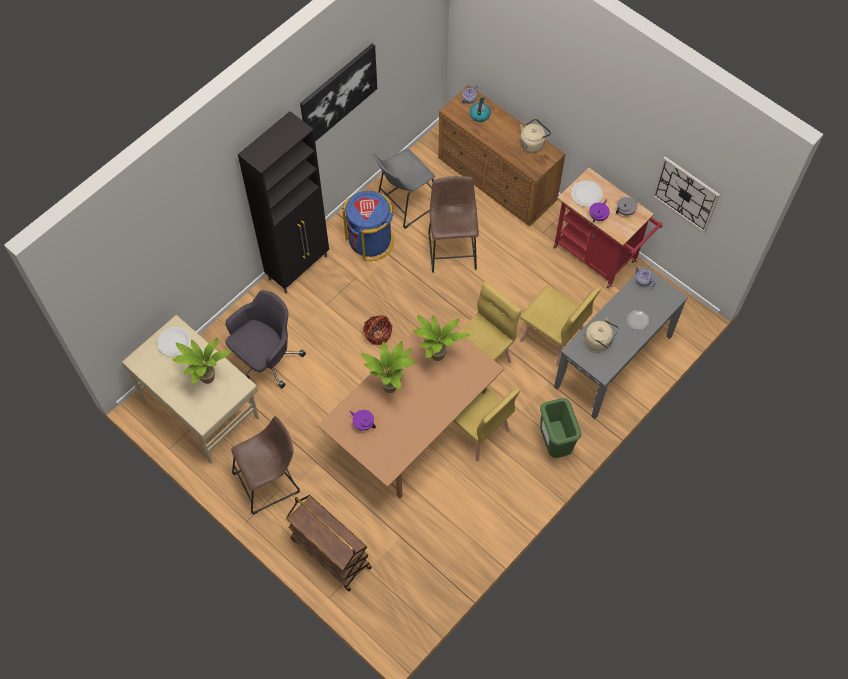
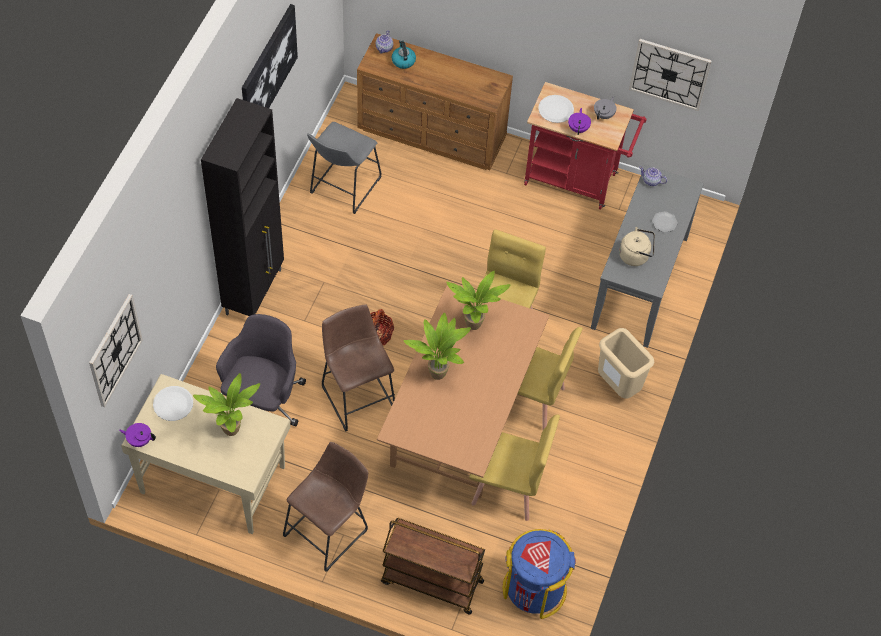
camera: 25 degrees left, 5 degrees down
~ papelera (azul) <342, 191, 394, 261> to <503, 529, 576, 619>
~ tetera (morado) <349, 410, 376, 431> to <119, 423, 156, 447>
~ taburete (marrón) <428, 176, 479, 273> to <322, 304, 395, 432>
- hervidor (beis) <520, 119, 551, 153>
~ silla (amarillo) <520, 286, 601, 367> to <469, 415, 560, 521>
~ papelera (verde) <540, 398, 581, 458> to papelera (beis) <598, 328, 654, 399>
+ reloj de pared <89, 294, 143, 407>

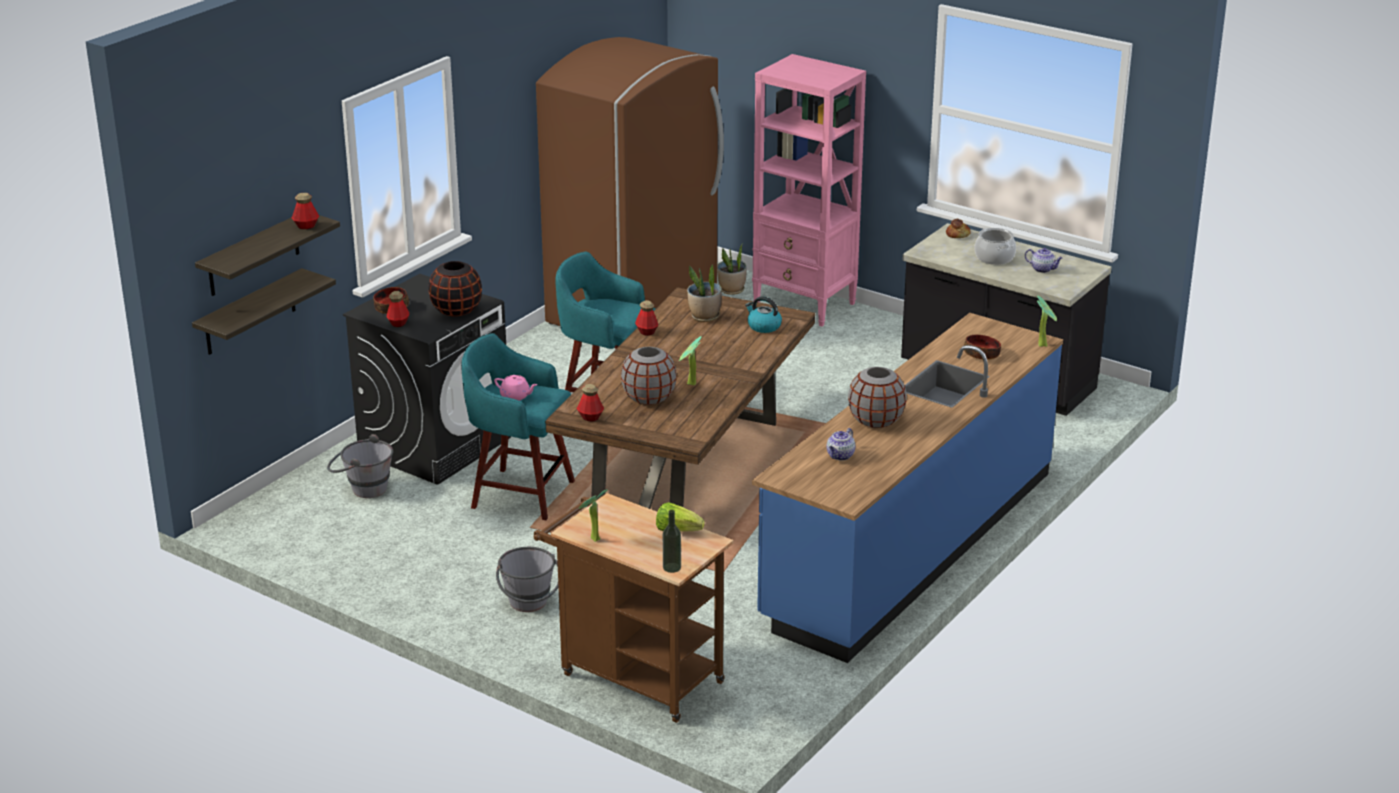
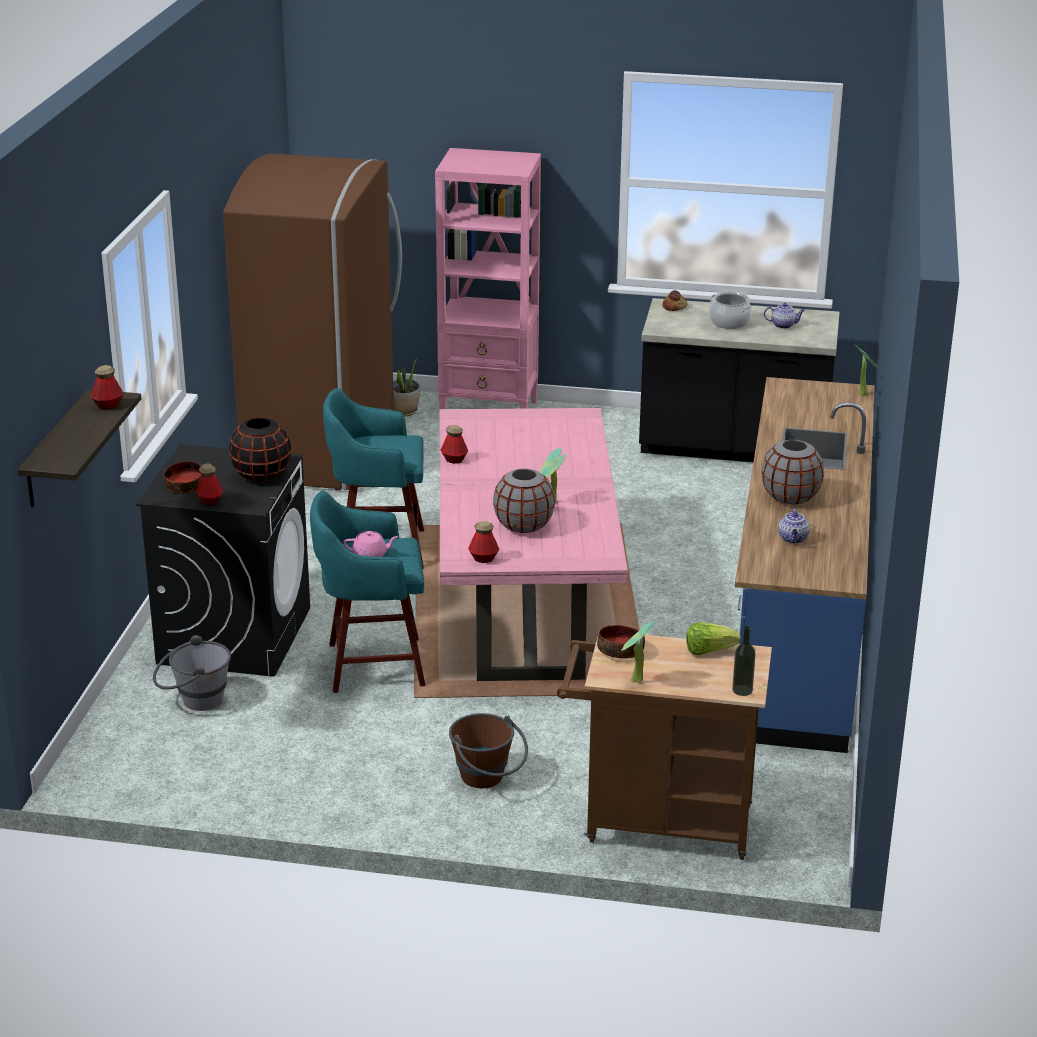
camera: 25 degrees left, 0 degrees up
- estante <192, 268, 336, 355>
~ cubo (gris) <496, 547, 559, 612> to cubo (marrón) <449, 713, 528, 788>
~ mesa de comedor (marrón) <545, 287, 815, 509> to mesa de comedor (rosa) <440, 408, 628, 681>
- planta en maceta <687, 264, 722, 322>
- hervidor <745, 296, 782, 333>
~ cuenco <964, 335, 1001, 360> to <597, 625, 645, 659>

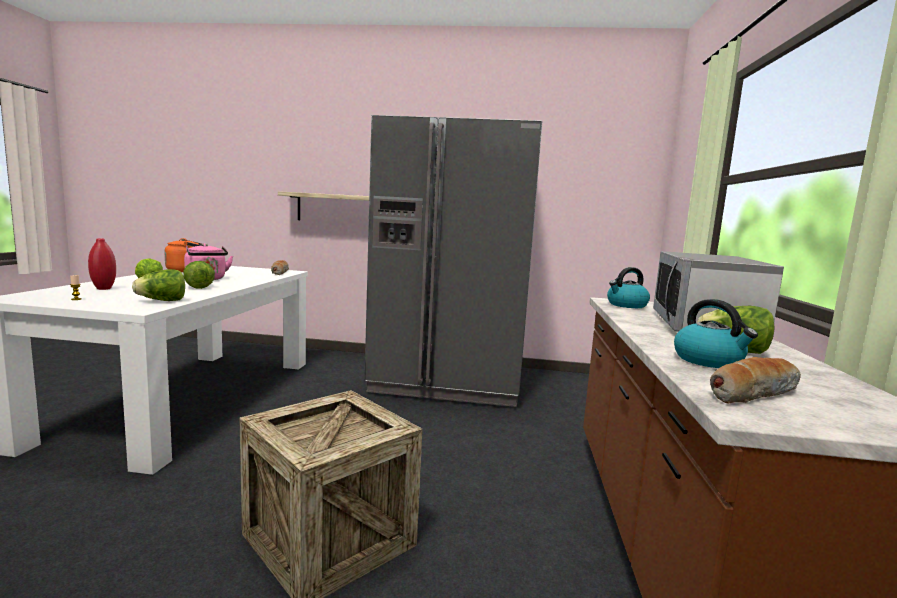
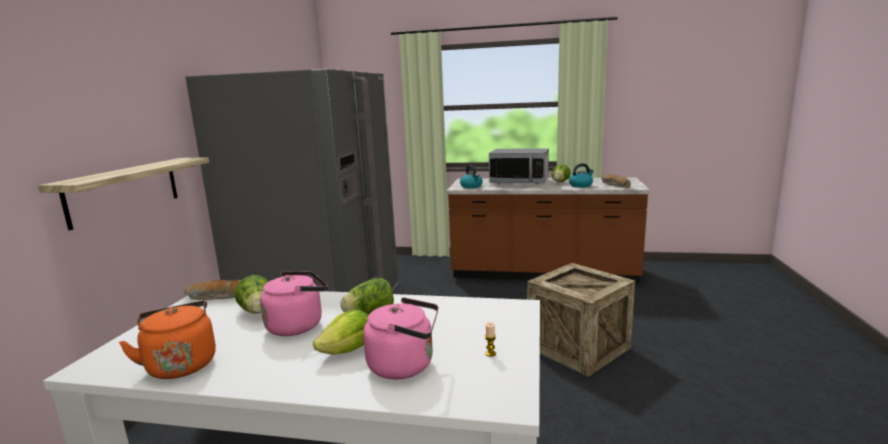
camera: 85 degrees left, 5 degrees up
~ florero (rojo) <88, 239, 116, 290> to hervidor (rosa) <363, 297, 438, 380>
~ lechuga <132, 269, 185, 301> to <234, 275, 268, 313>

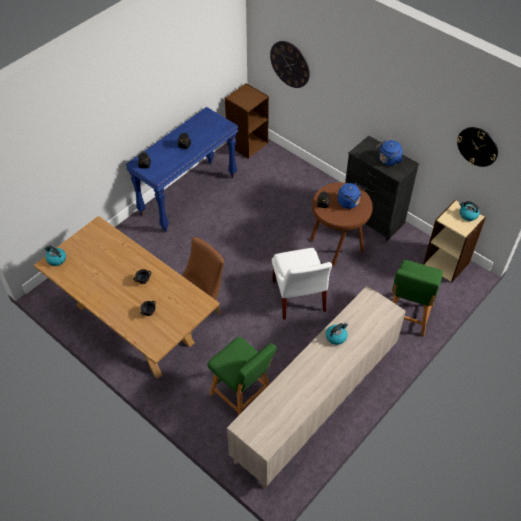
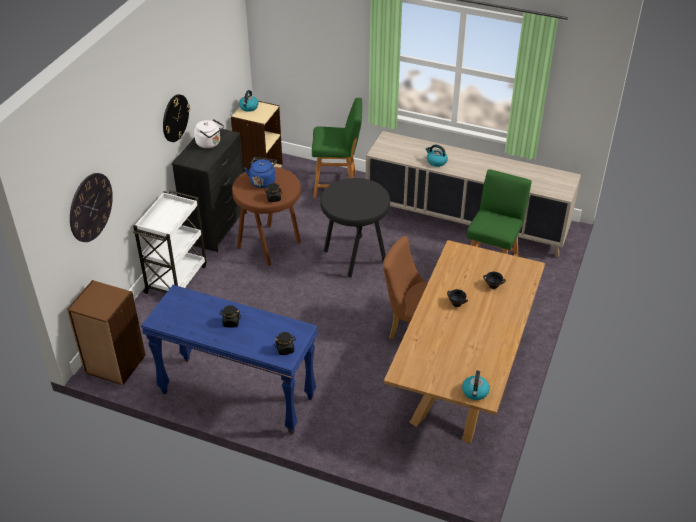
camera: 110 degrees left, 10 degrees down
~ silla (blanco) <272, 248, 332, 320> to taburete (negro) <320, 178, 390, 278>
~ hervidor (azul) <376, 140, 403, 166> to hervidor (blanco) <194, 119, 224, 148>
~ reloj de pared <457, 127, 498, 167> to <163, 94, 190, 142>
+ carrito (blanco) <133, 190, 206, 294>

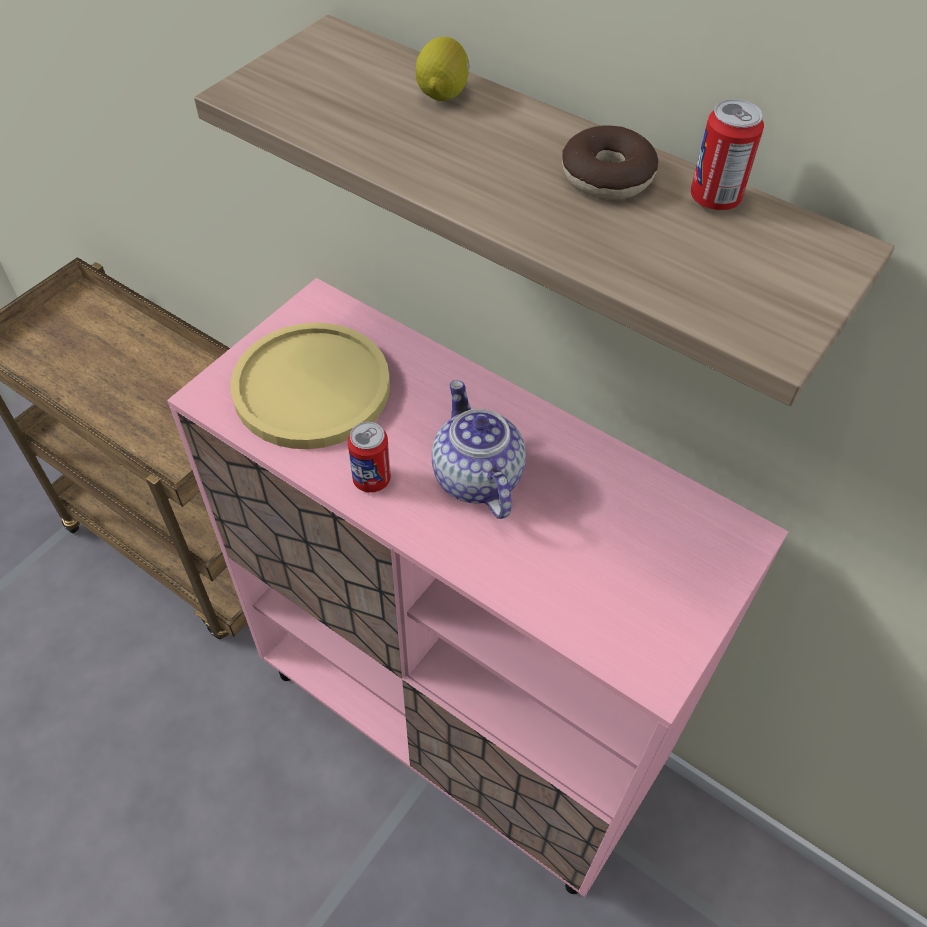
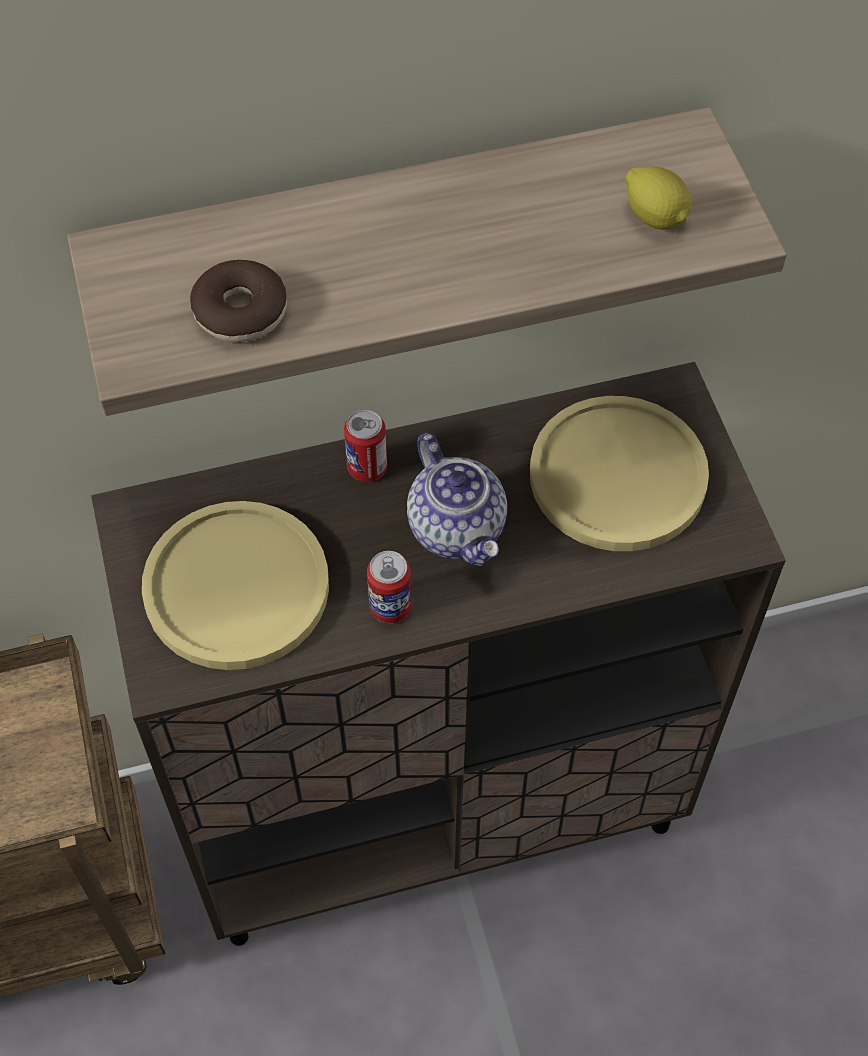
camera: 50 degrees left, 5 degrees up
~ armario (rosa) <167, 278, 789, 897> to armario (marrón) <91, 362, 786, 946>
~ limón <416, 37, 469, 101> to <626, 167, 692, 230>
~ tetera <432, 380, 526, 519> = <407, 433, 507, 566> 135 degrees counterclockwise
~ rosquilla <562, 125, 658, 200> to <190, 260, 287, 342>
~ lata <690, 99, 764, 210> to <344, 410, 387, 481>
+ plato (amarillo) <530, 396, 709, 551>

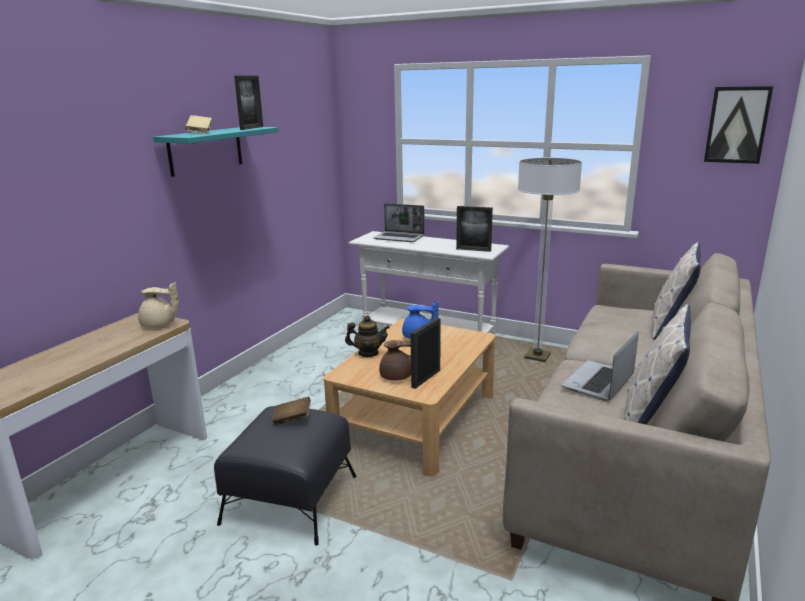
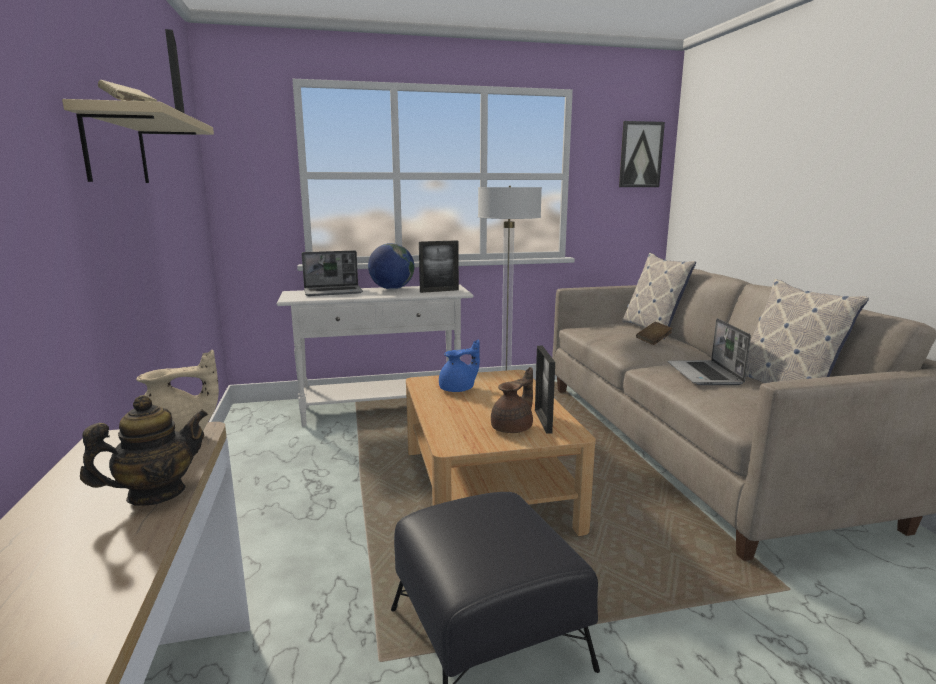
camera: 40 degrees left, 5 degrees down
~ estante (turquesa) <153, 127, 279, 177> to estante (beis) <62, 99, 214, 183>
~ libro (marrón) <272, 397, 311, 425> to <636, 322, 673, 345>
~ tetera <345, 315, 390, 357> to <80, 395, 208, 506>
+ globo terráqueo <368, 243, 414, 290>

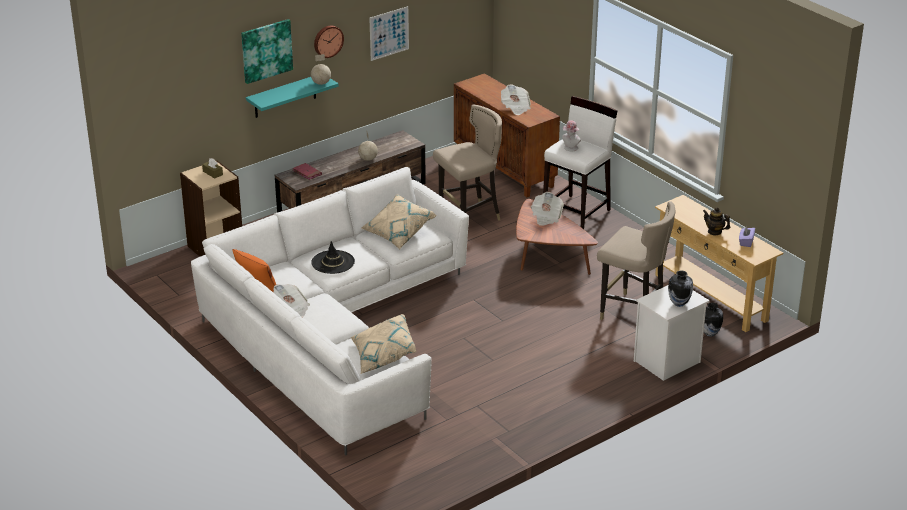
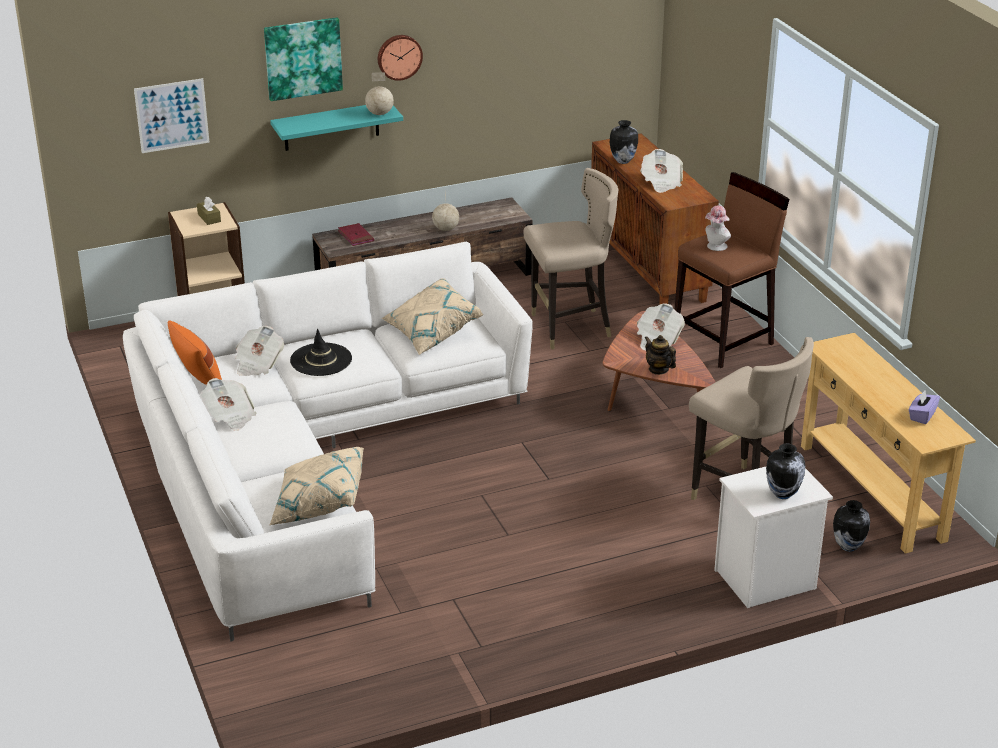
camera: 15 degrees right, 0 degrees up
~ cuadro <369, 6, 409, 61> to <134, 78, 210, 153>
~ taburete (blanco) <543, 96, 618, 229> to taburete (marrón) <675, 172, 789, 368>
~ tetera <703, 207, 730, 235> to <645, 335, 676, 375>
+ periódico <235, 326, 284, 376>
+ florero <610, 120, 638, 164>

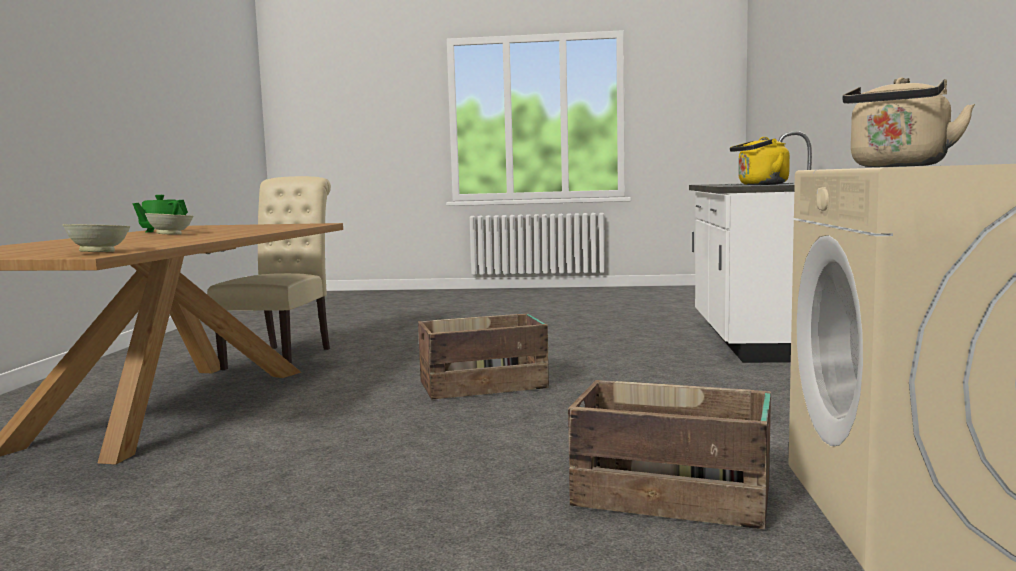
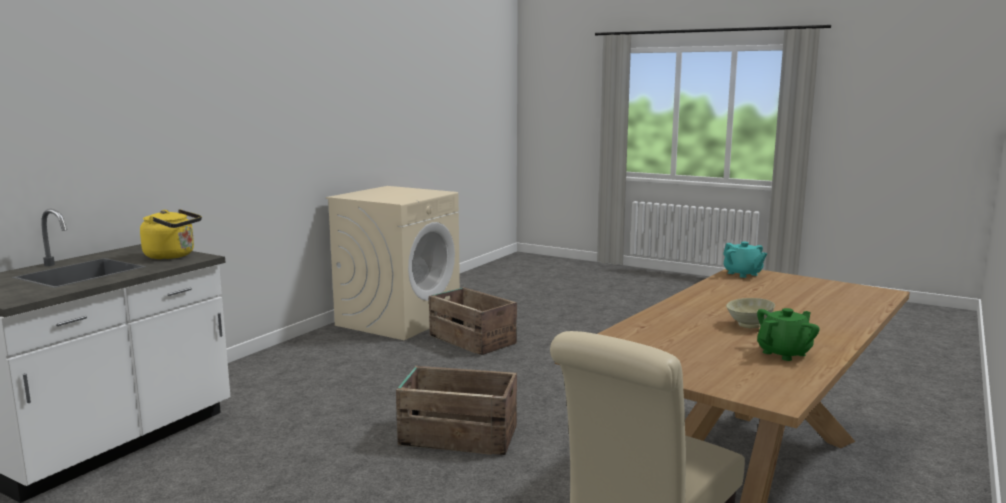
camera: 155 degrees left, 5 degrees up
~ cuenco (beis) <63, 224, 131, 252> to tetera (turquesa) <723, 242, 767, 278>
- hervidor (beis) <842, 78, 975, 167>

